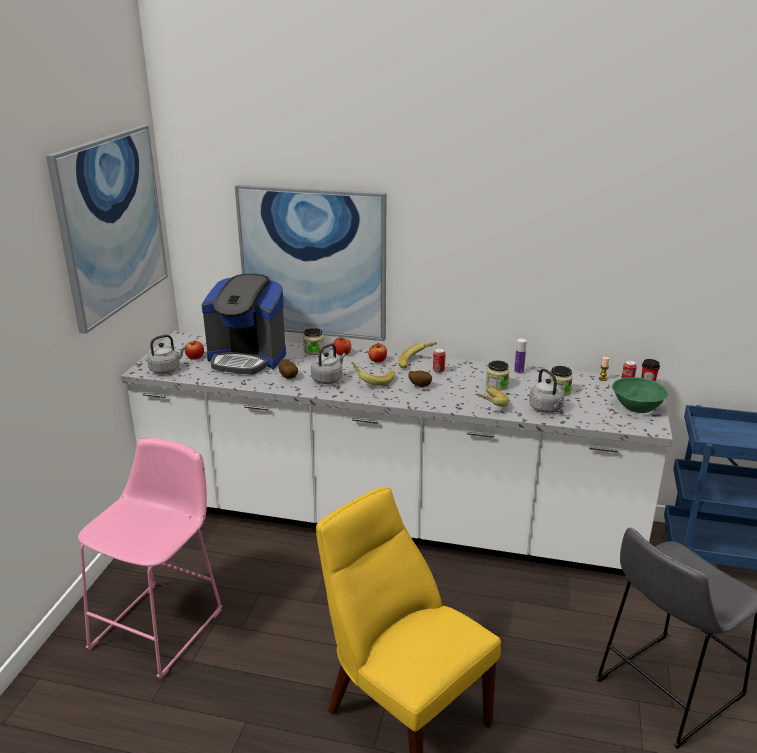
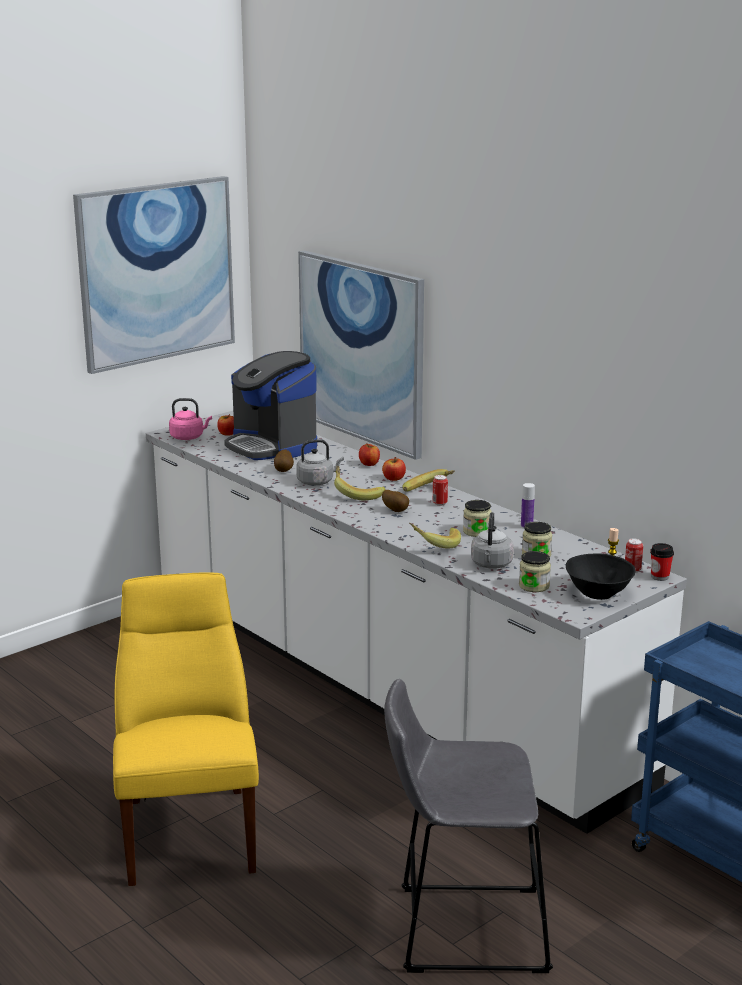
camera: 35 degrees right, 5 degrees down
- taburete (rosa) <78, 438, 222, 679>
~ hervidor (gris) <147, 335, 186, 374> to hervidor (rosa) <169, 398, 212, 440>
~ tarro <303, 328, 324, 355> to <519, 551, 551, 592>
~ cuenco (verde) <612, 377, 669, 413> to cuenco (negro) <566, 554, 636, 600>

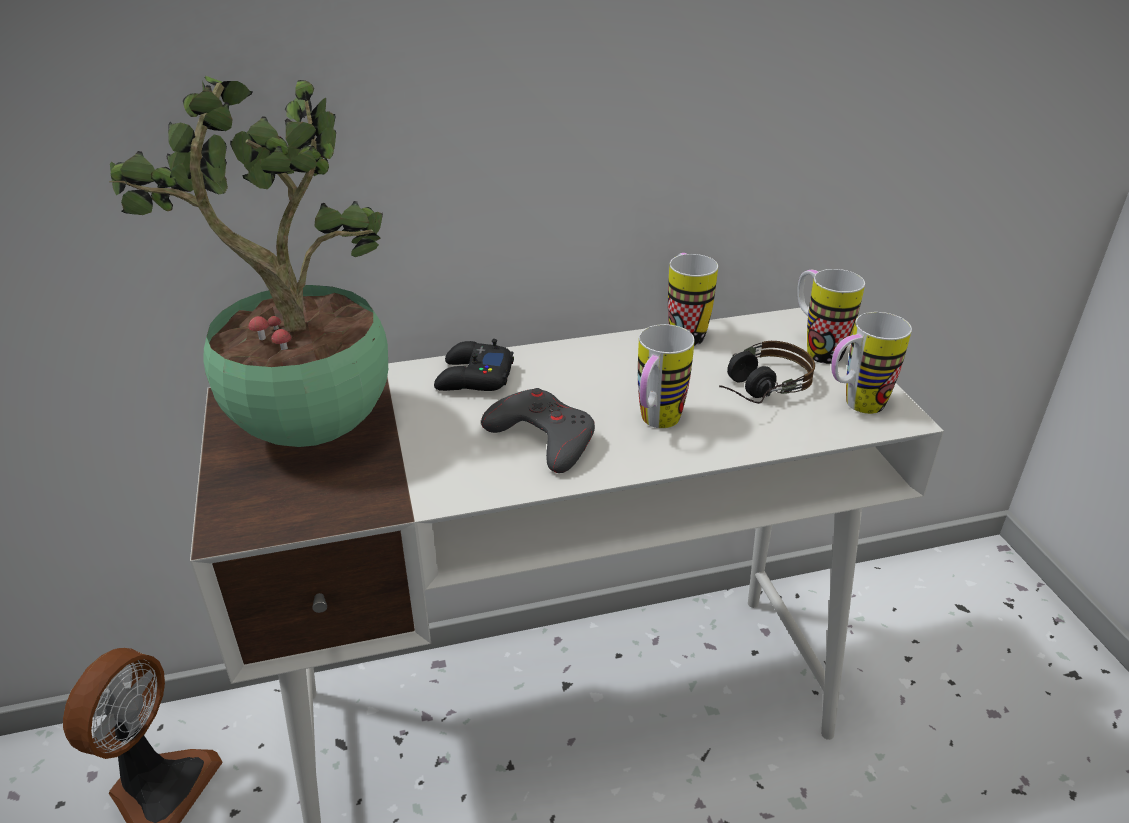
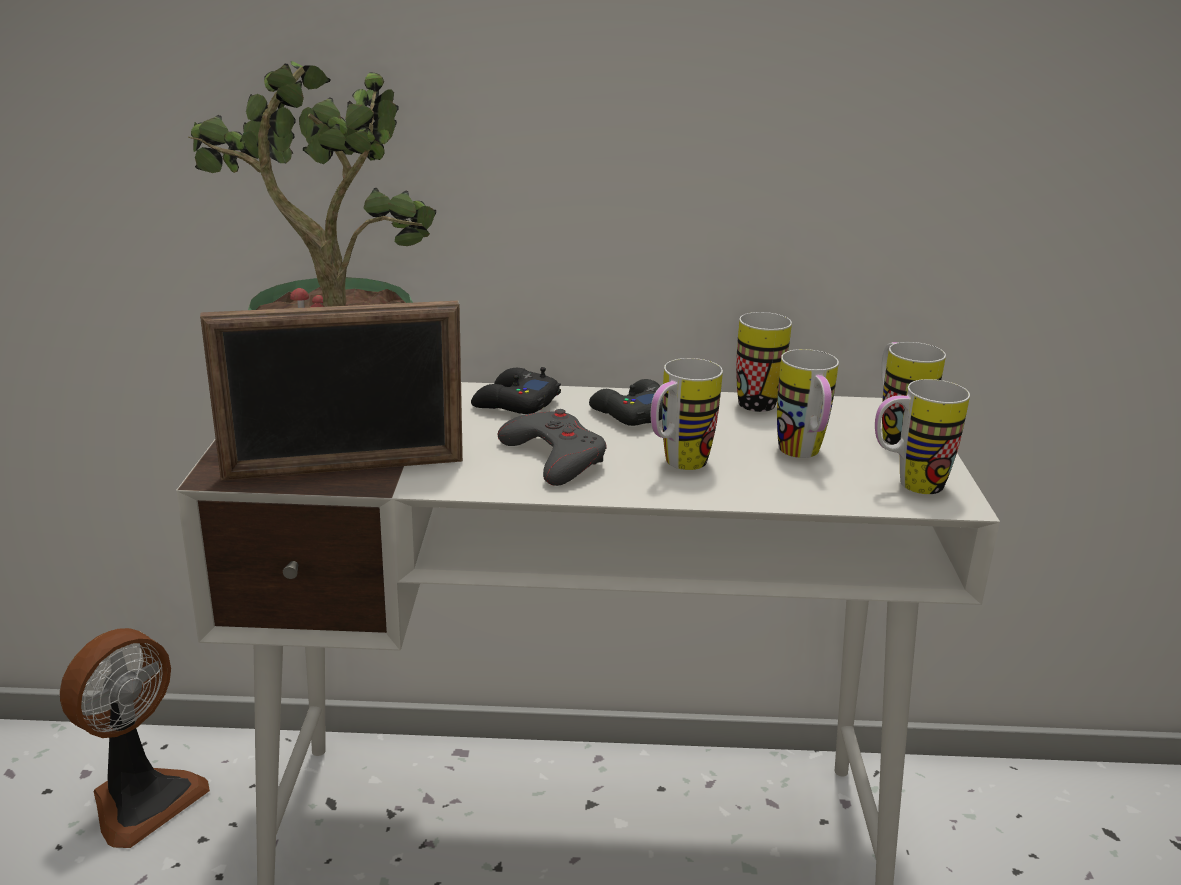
camera: 15 degrees right, 10 degrees down
~ auriculares <719, 341, 815, 404> to taza grande <777, 349, 839, 458>
+ portarretratos <200, 301, 463, 481>
+ mando de consola (negro) <589, 379, 662, 426>

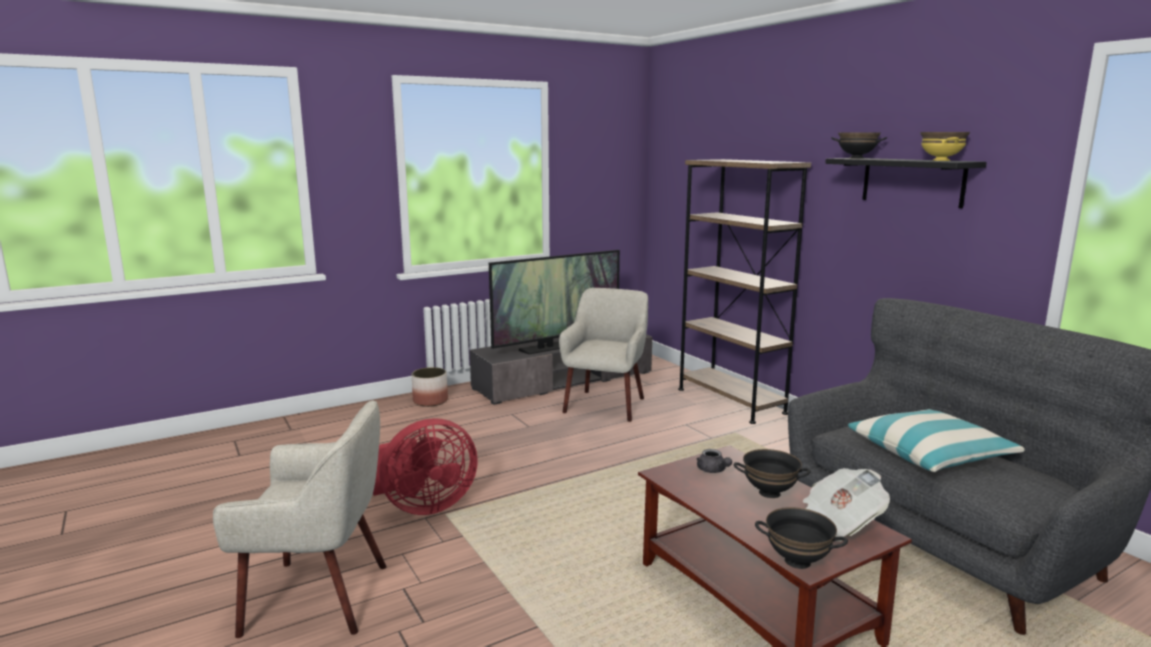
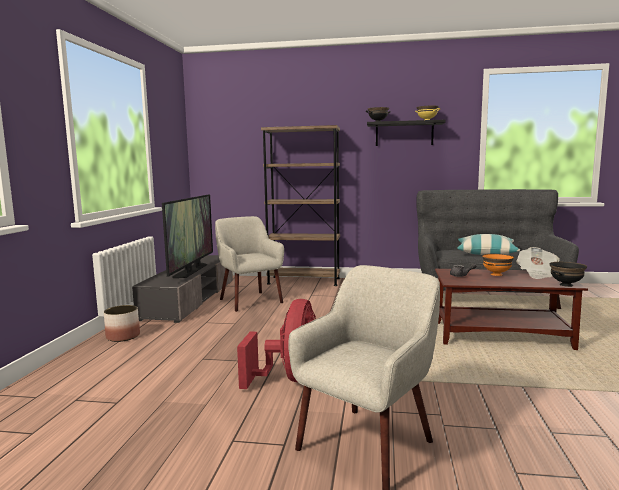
camera: 50 degrees left, 5 degrees down
~ cuenco (negro) <734, 449, 811, 498> to cuenco (naranja) <482, 254, 514, 276>

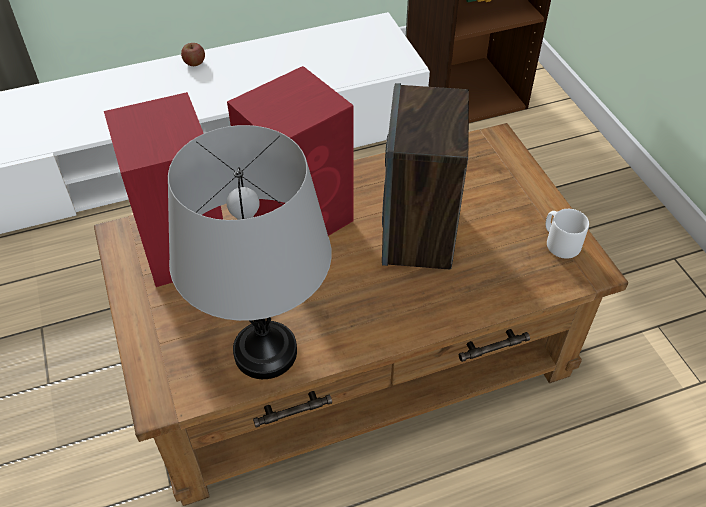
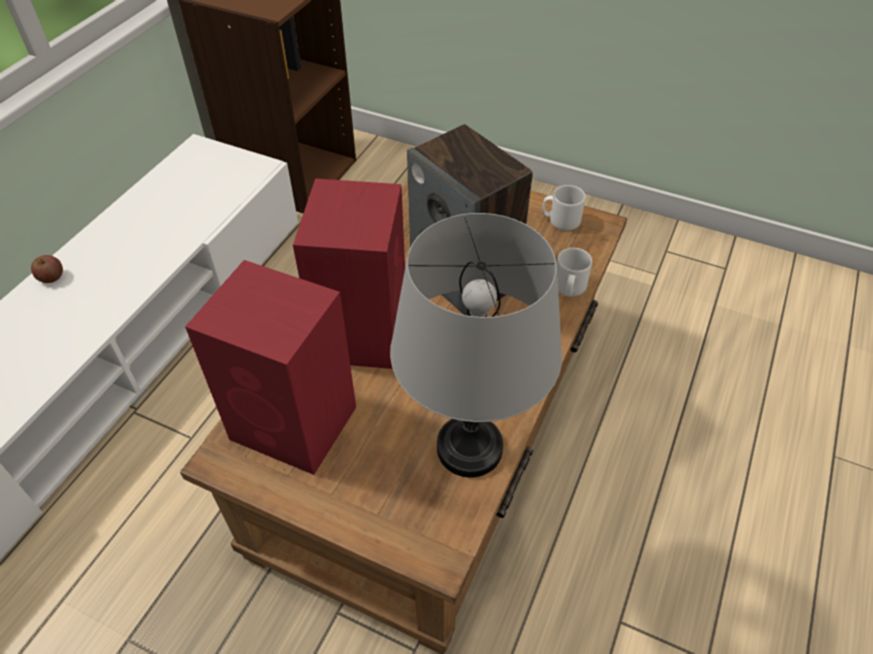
camera: 45 degrees left, 0 degrees up
+ taza grande (blanco) <556, 248, 592, 297>

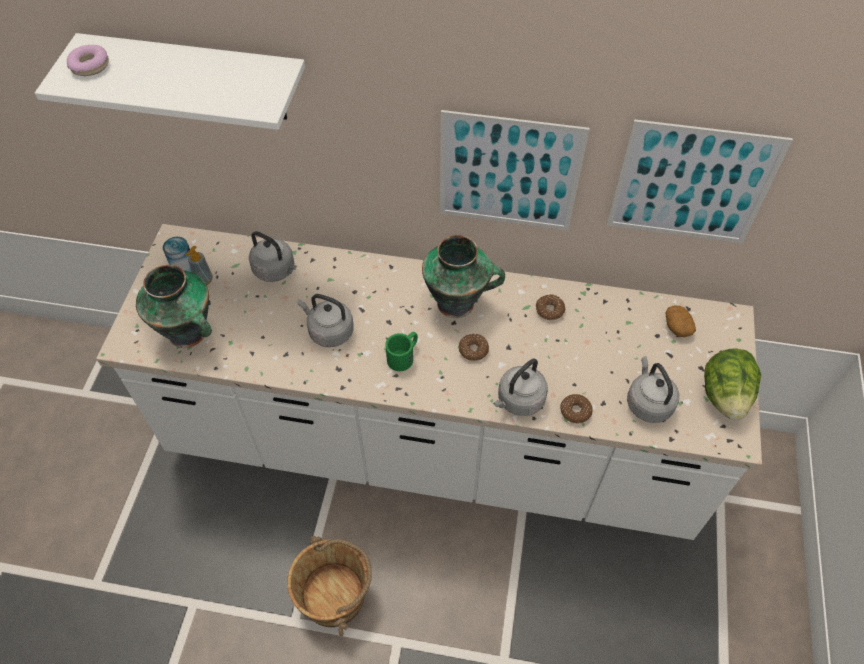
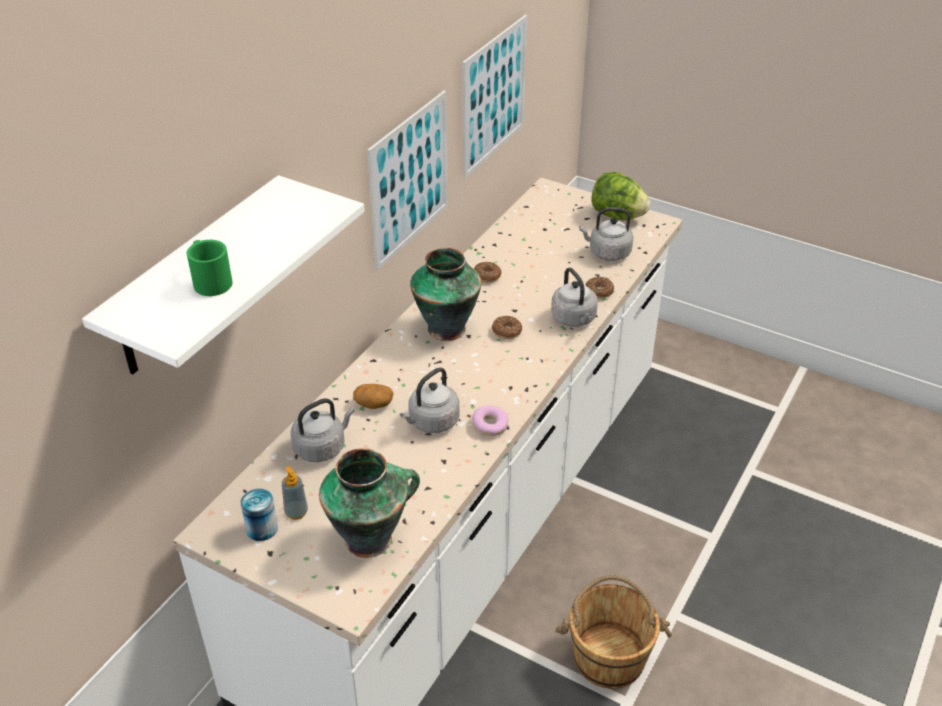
camera: 70 degrees left, 15 degrees down
~ rosquilla <67, 45, 109, 76> to <472, 405, 508, 436>
~ taza grande (verde) <385, 332, 418, 371> to <187, 240, 233, 296>
~ patata <666, 305, 696, 337> to <353, 384, 394, 409>

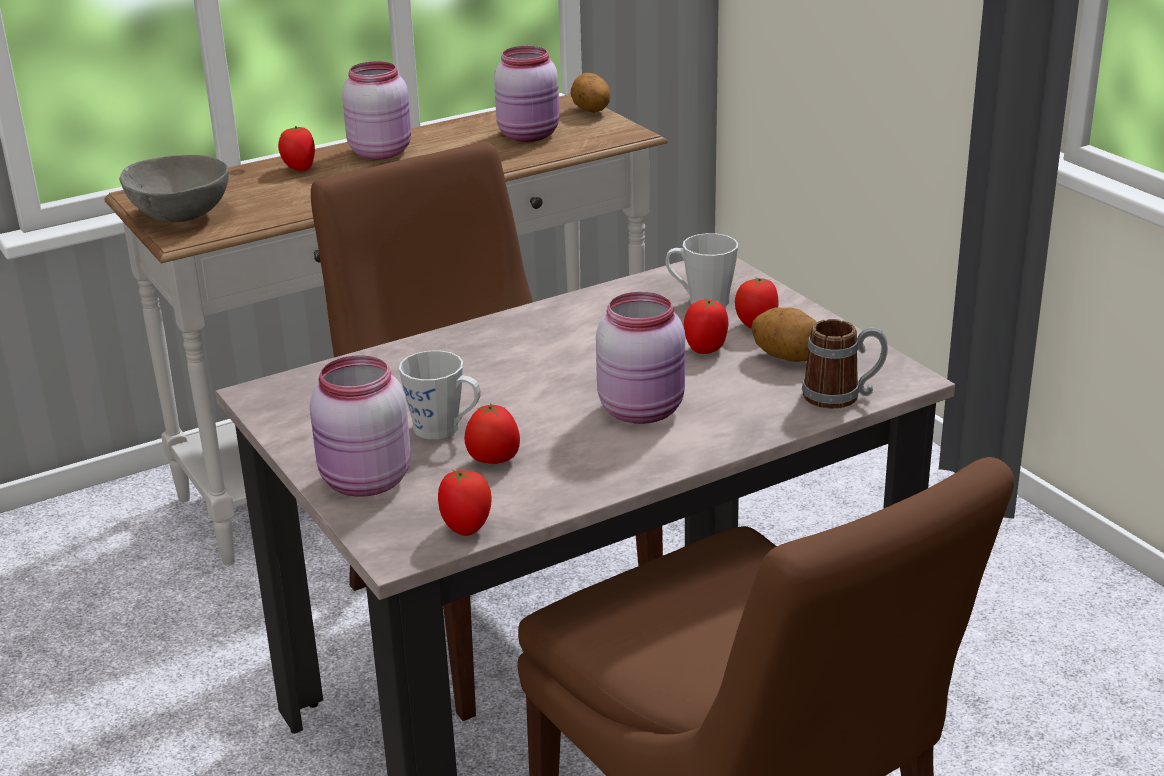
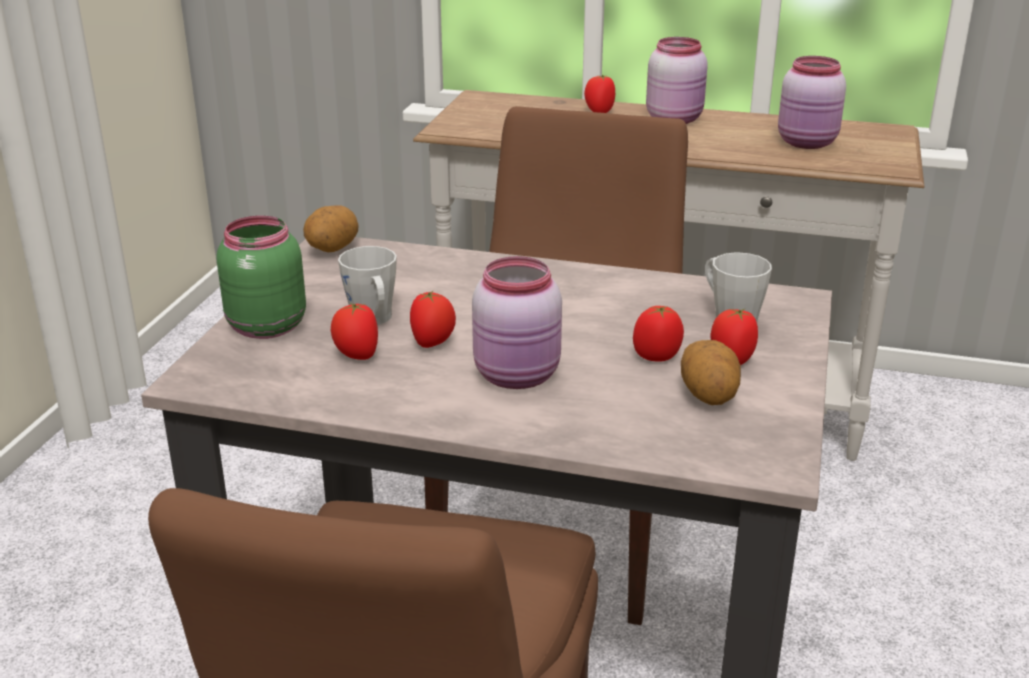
camera: 45 degrees right, 0 degrees up
- cuenco (gris) <119, 155, 229, 223>
~ tarro (rosa) <310, 355, 411, 497> to tarro (verde) <216, 216, 306, 339>
~ tomate <438, 469, 492, 536> to <410, 291, 456, 348>
~ patata <571, 73, 610, 113> to <303, 205, 358, 252>
- taza grande <802, 319, 888, 409>

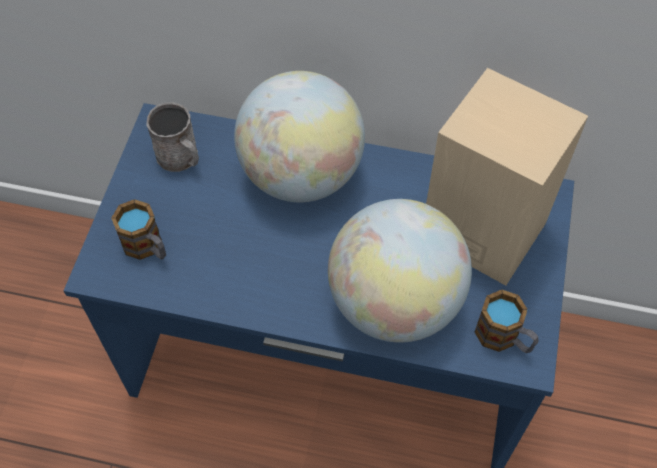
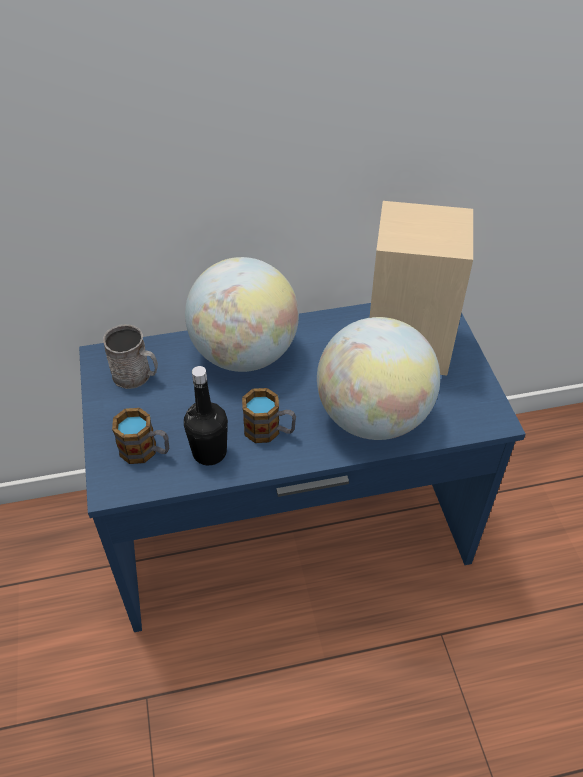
camera: 25 degrees left, 10 degrees down
~ taza grande <475, 290, 539, 353> to <242, 388, 296, 443>
+ botella (negro) <184, 366, 228, 465>

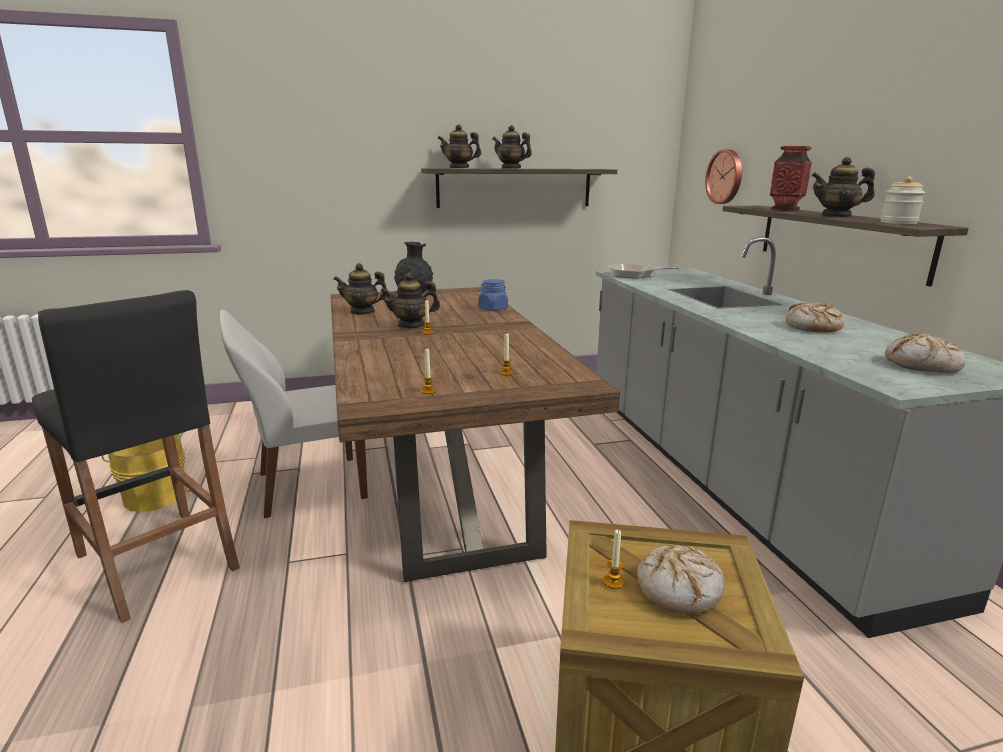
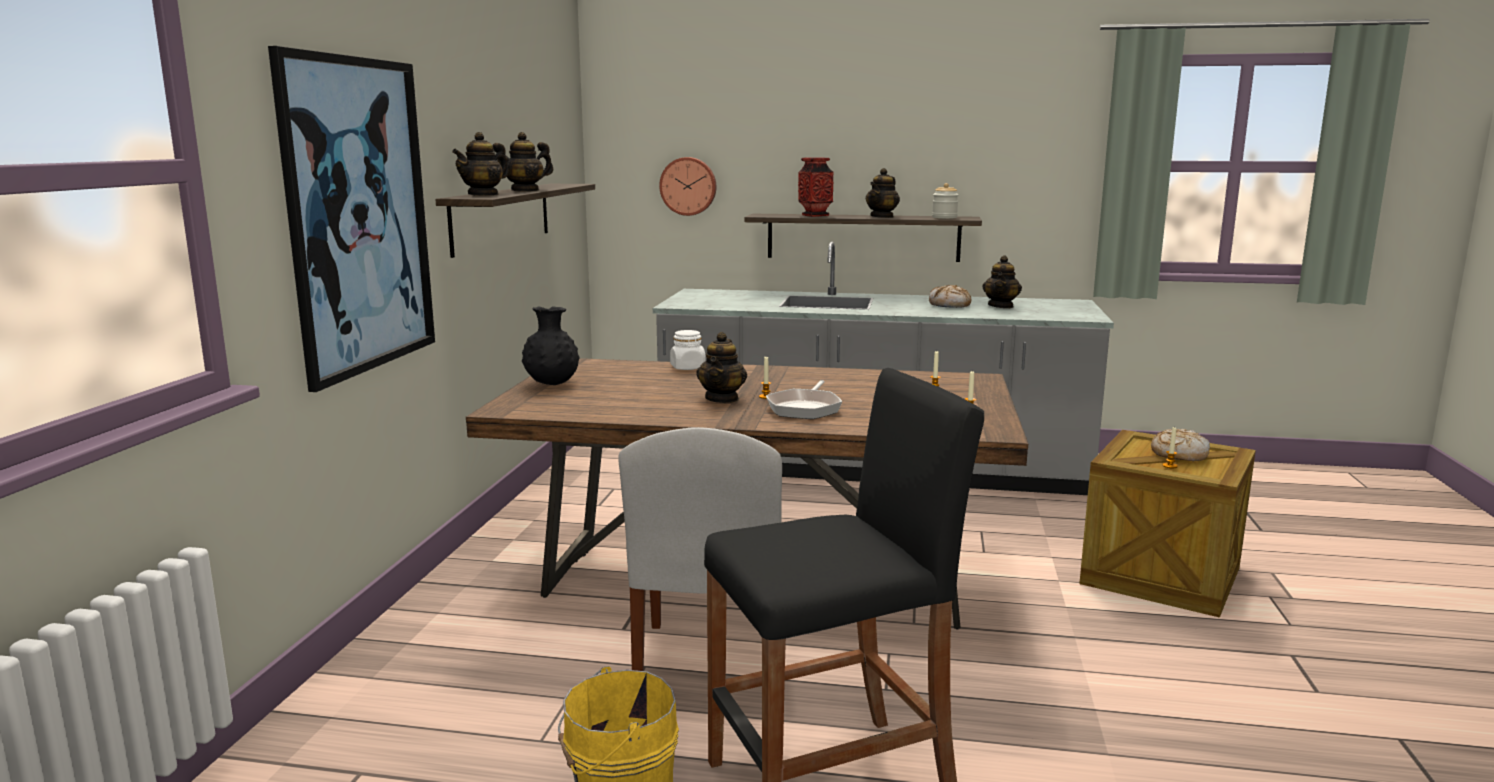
camera: 65 degrees left, 5 degrees down
~ tetera <334, 263, 387, 315> to <982, 255, 1022, 308>
~ tarro (azul) <478, 279, 508, 311> to tarro (blanco) <670, 330, 706, 370>
~ sartén <608, 264, 679, 278> to <766, 380, 842, 419>
- pan <885, 334, 966, 373>
+ cuadro <268, 46, 435, 392>

